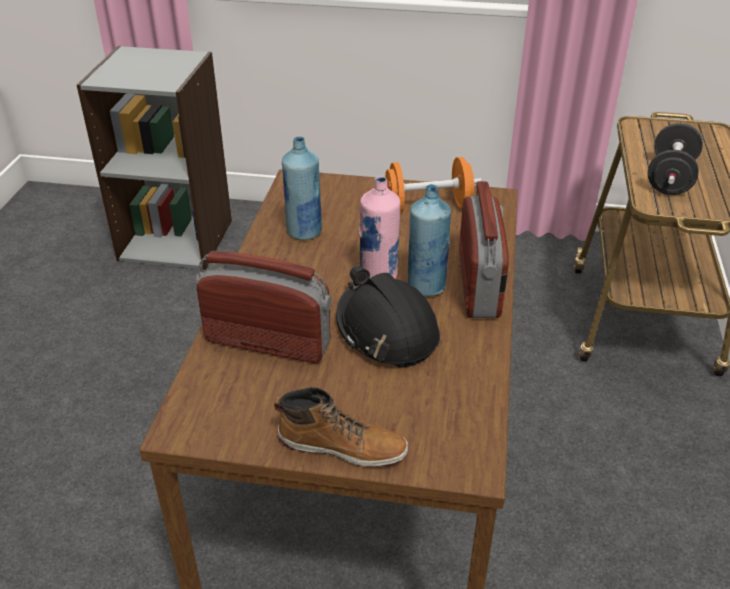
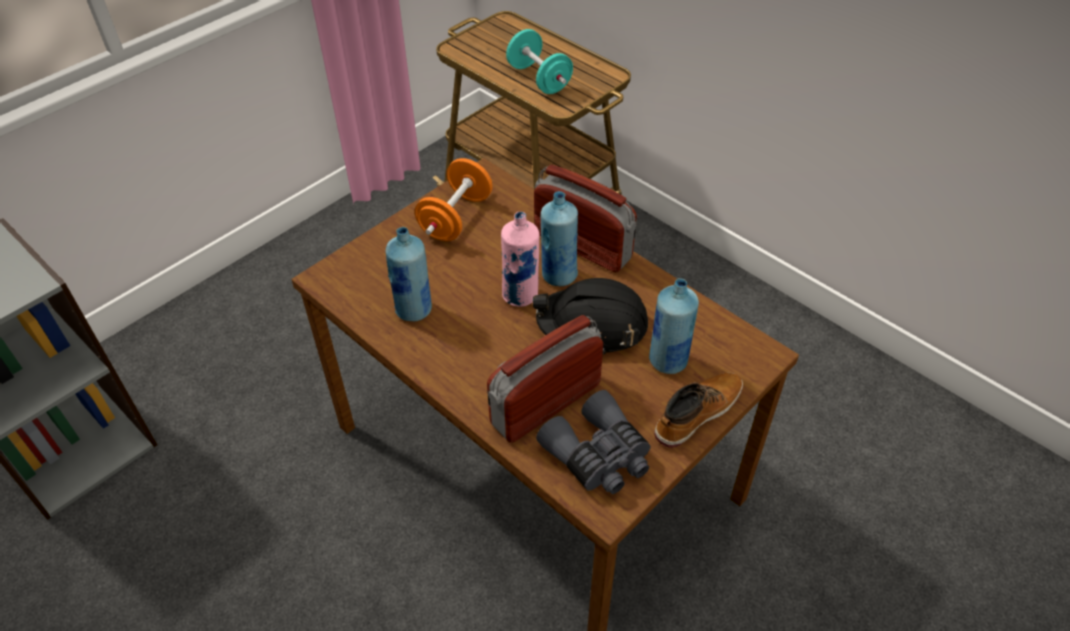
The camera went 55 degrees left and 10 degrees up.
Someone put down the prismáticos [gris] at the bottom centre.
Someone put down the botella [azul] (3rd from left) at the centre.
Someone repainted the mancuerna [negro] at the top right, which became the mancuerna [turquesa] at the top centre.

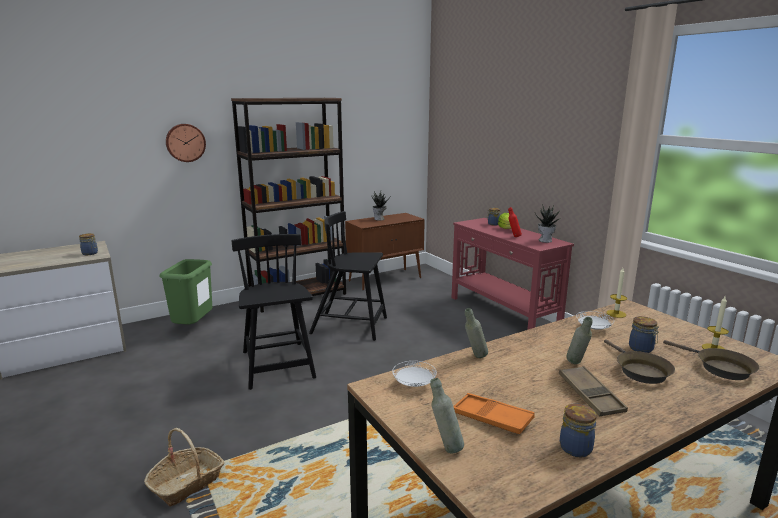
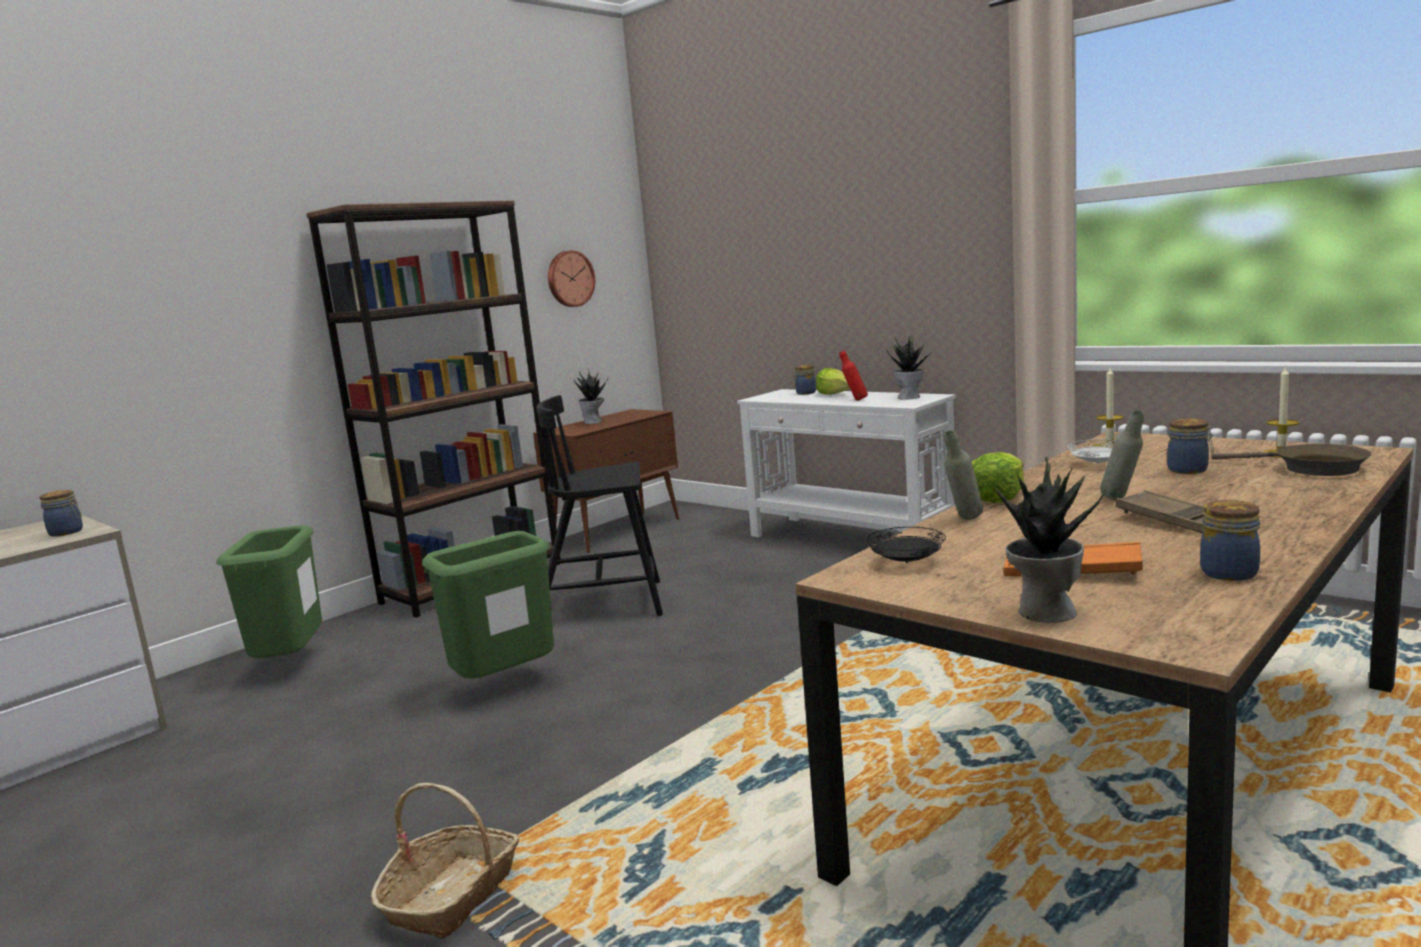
The camera went 15 degrees left and 5 degrees down.
Someone took away the sartén [marrón] (1st from left) at the bottom right.
Someone put down the lechuga (2nd from left) at the middle right.
Someone carried the reloj de pared from the top left to the top centre.
Someone swapped the silla [negro] (1st from left) at the centre for the papelera [verde] (2nd from left) at the centre.
Someone swapped the botella [gris] (1st from left) at the bottom centre for the planta en maceta (3rd from left) at the middle right.
Someone repainted the plato [blanco] (1st from left) at the bottom centre, which became the plato [negro] at the centre.
Someone repainted the mesa consola [rojo] at the centre, which became the mesa consola [blanco] at the centre.

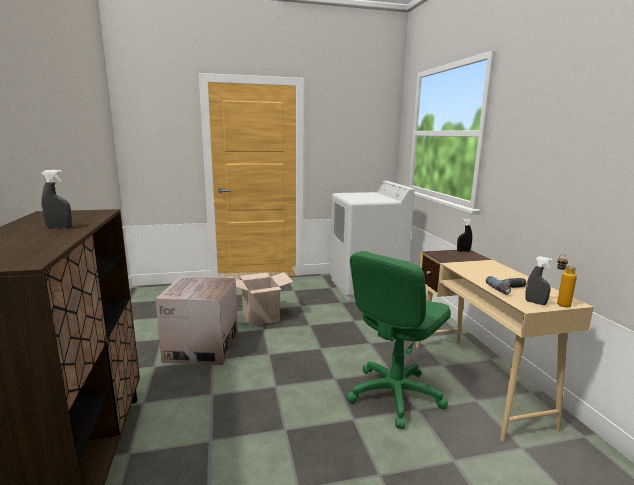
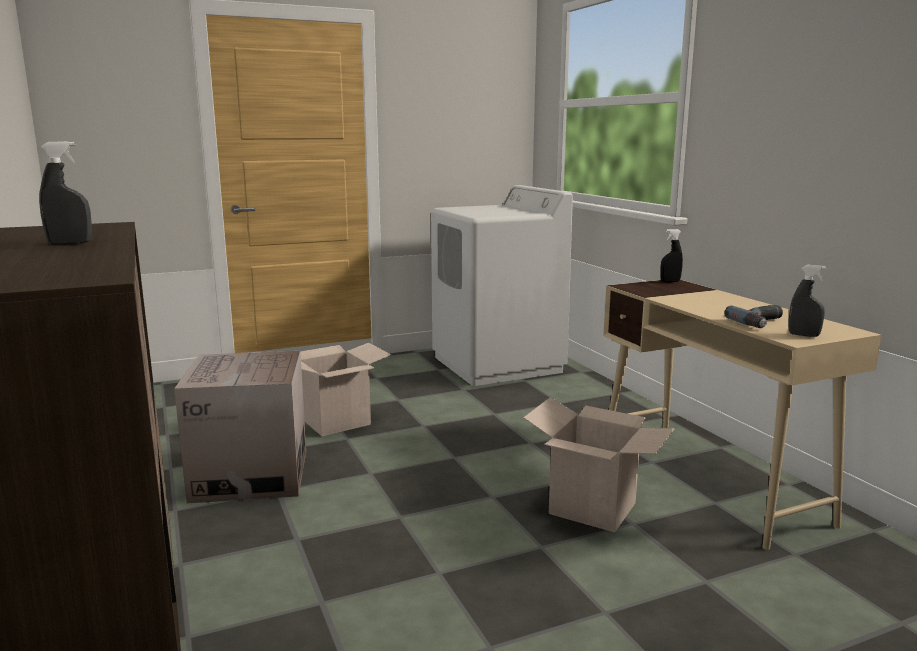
The camera went 10 degrees left and 0 degrees up.
Someone took away the botella at the middle right.
Someone swapped the silla de oficina [verde] at the bottom centre for the caja de cartón (3rd from left) at the bottom centre.

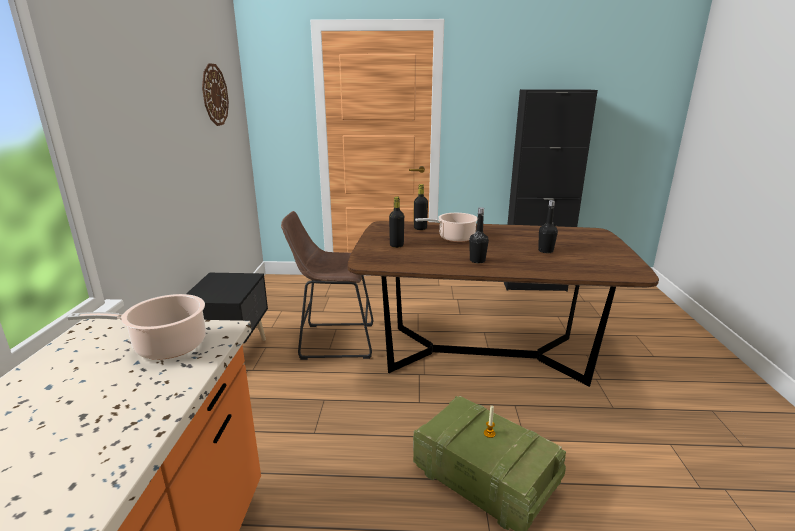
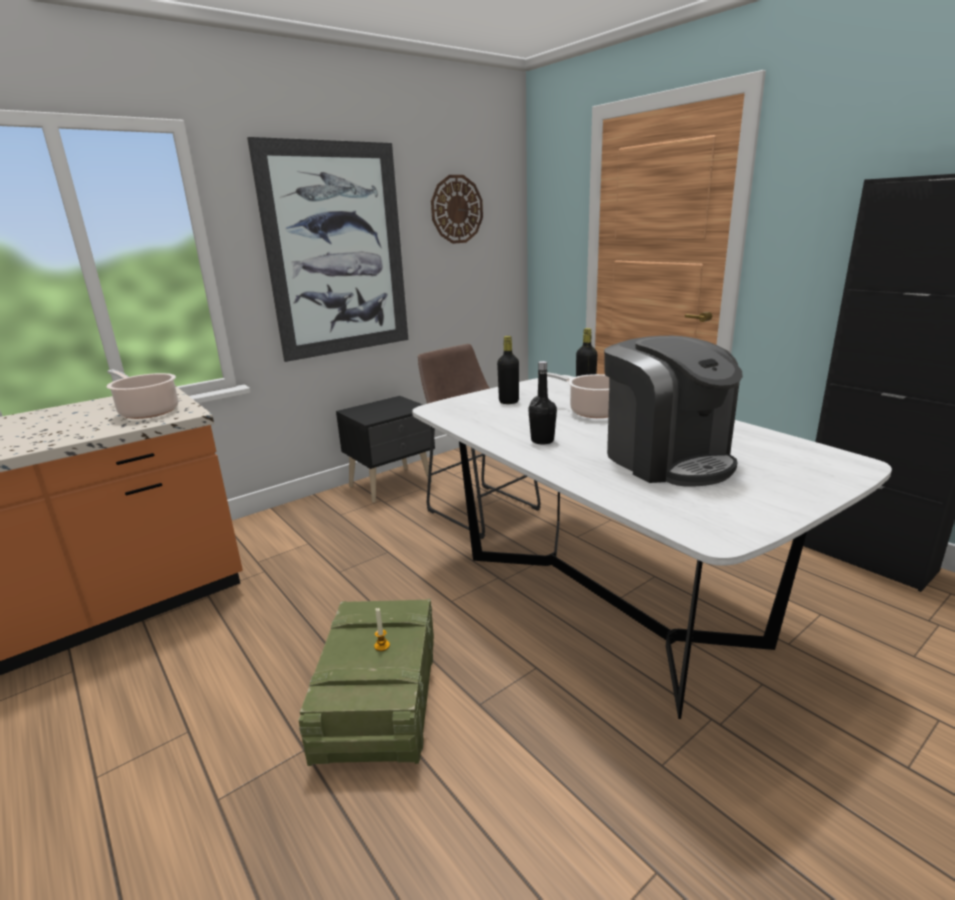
The camera went 50 degrees right and 0 degrees up.
Someone put up the cuadro at the top centre.
Someone swapped the botella [negro] (4th from left) at the middle right for the cafetera at the middle right.
Someone repainted the mesa de comedor [marrón] at the centre, which became the mesa de comedor [blanco] at the middle right.

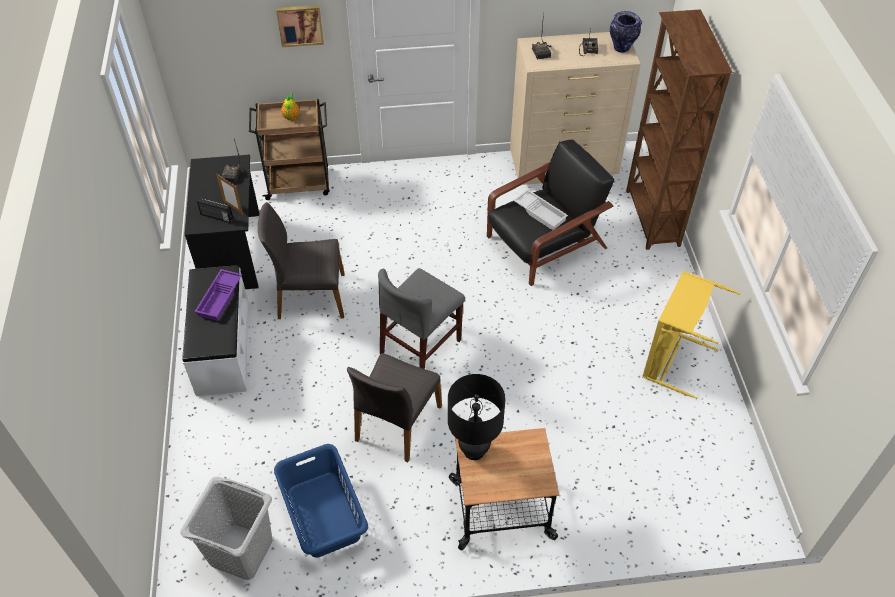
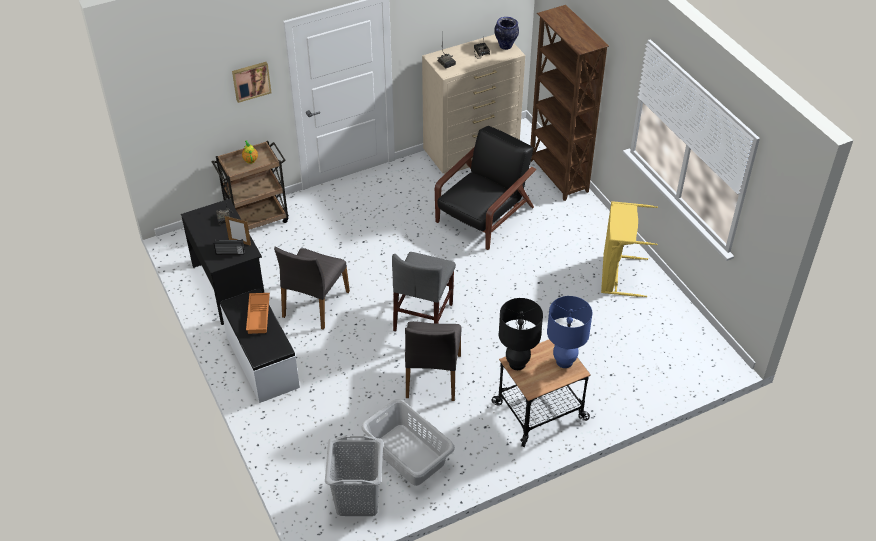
The camera went 20 degrees left and 5 degrees down.
Someone took away the bandeja [blanco] at the centre.
Someone put down the lámpara de mesa [azul] at the centre.
Someone repainted the bandeja [morado] at the middle left, which became the bandeja [naranja] at the middle left.
Someone repainted the cesto de la ropa [azul] at the bottom centre, which became the cesto de la ropa [gris] (2nd from left) at the bottom centre.
Someone rotated the silla [gris] (1st from left) at the centre by 45 degrees counterclockwise.

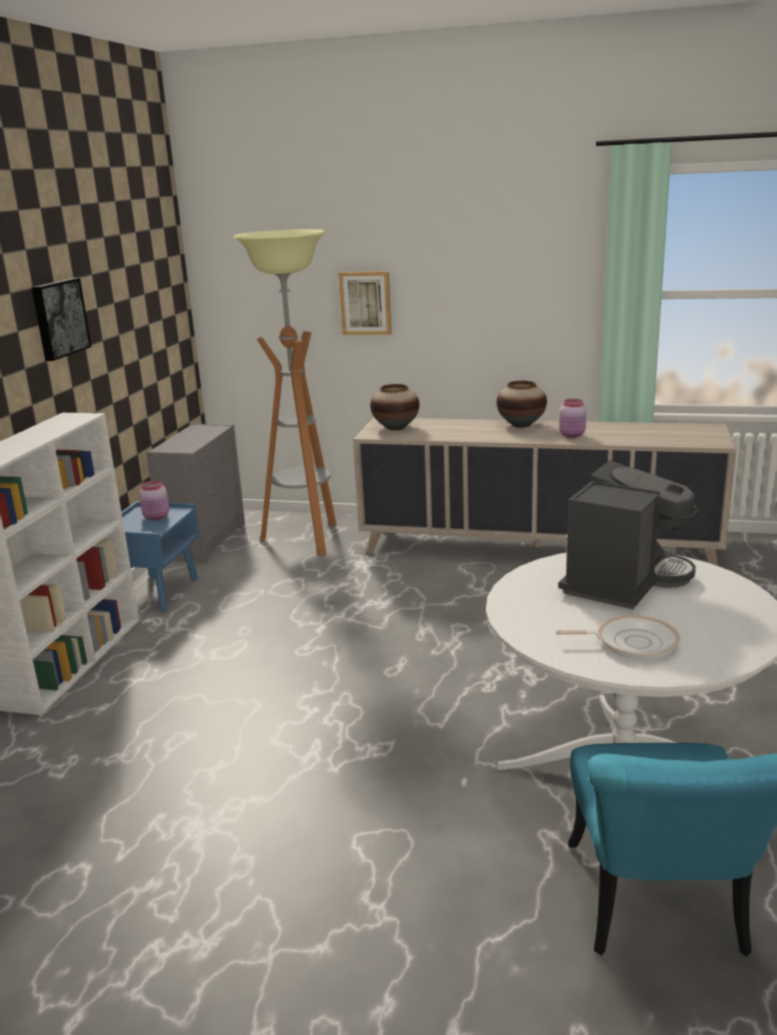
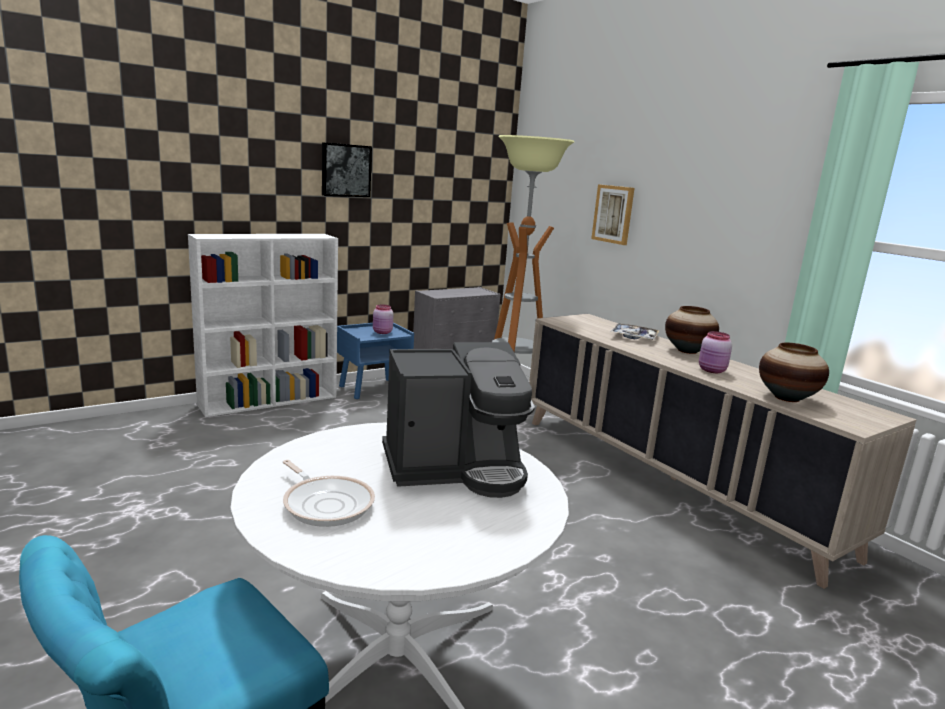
The camera went 40 degrees right and 5 degrees down.
Someone put down the bandeja at the middle right.
Someone carried the florero (1st from left in the first image) from the centre to the middle right.

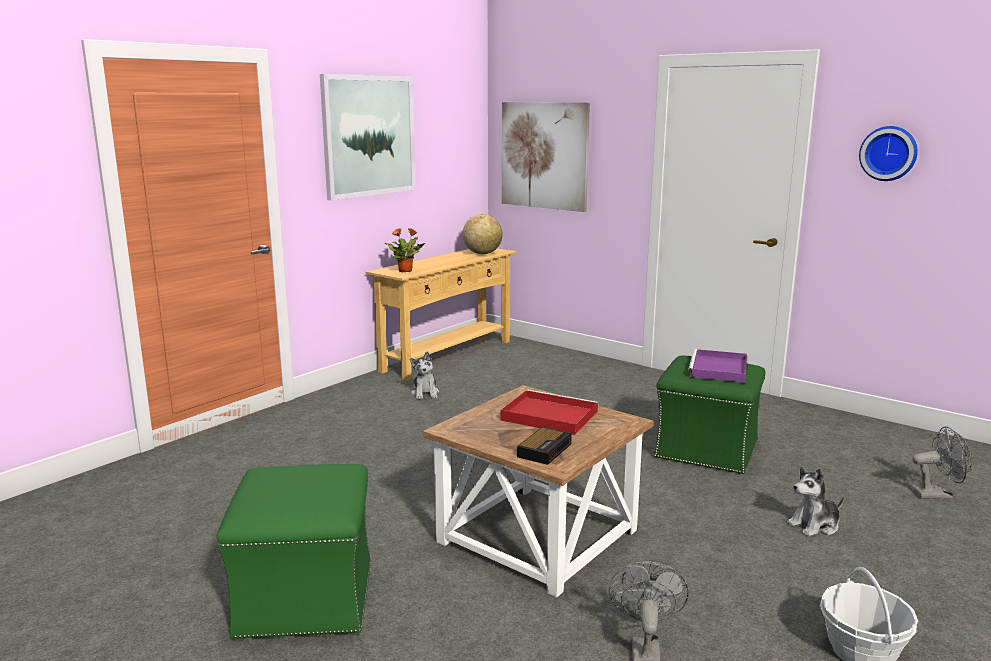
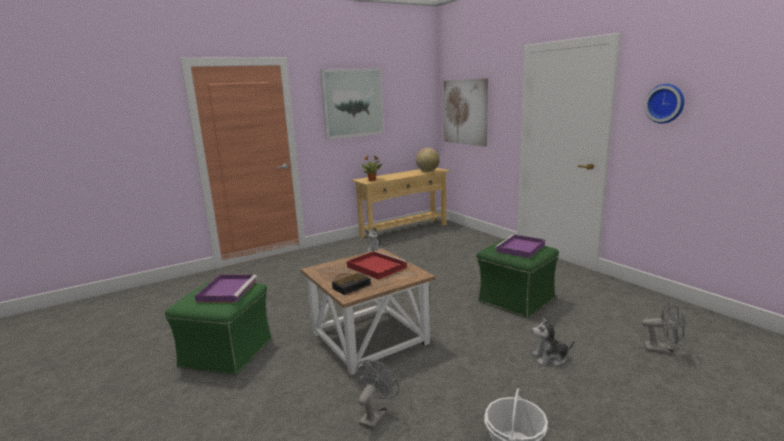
The camera went 20 degrees right and 0 degrees up.
Someone put down the bandeja [morado] (1st from left) at the middle left.

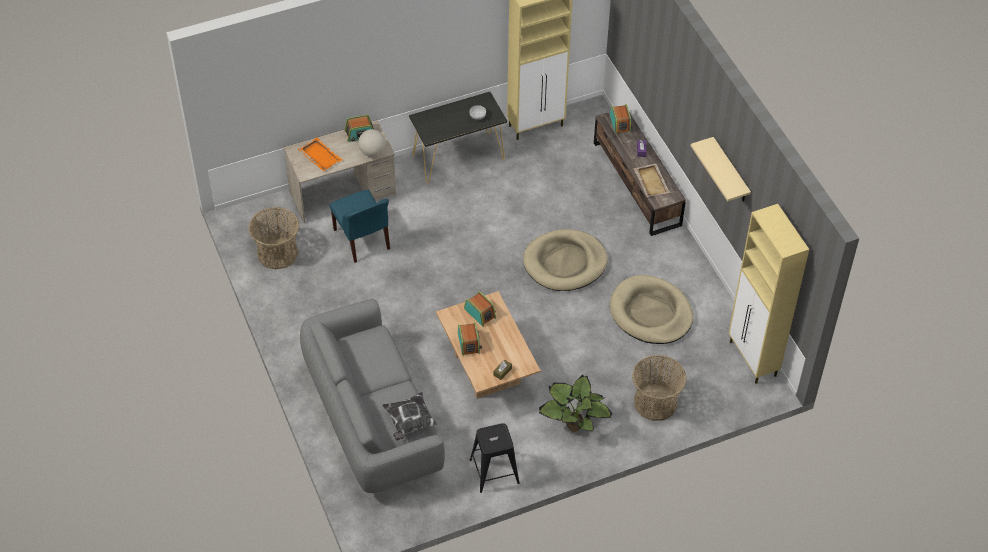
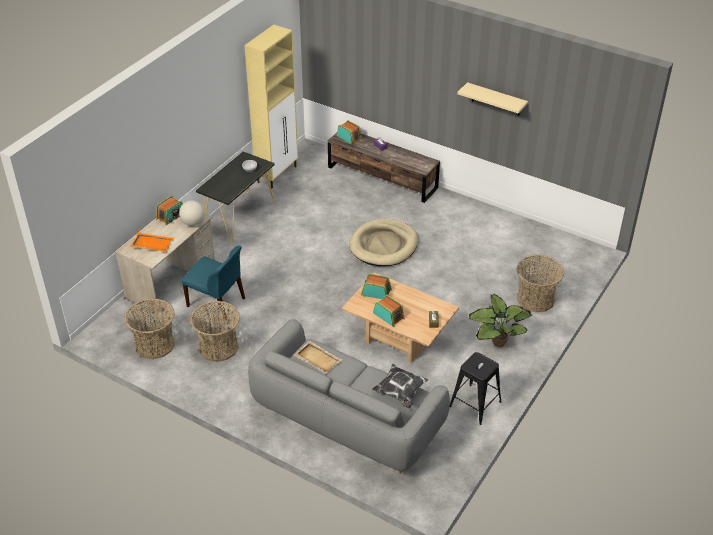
The camera went 35 degrees left and 10 degrees down.
Someone took away the cama para perro [beis] (2nd from left) at the centre.
Someone took away the armario [beis] (2nd from left) at the middle right.
Someone put down the cesta (2nd from left) at the middle left.
Someone carried the bandeja [beis] from the top centre to the bottom centre.

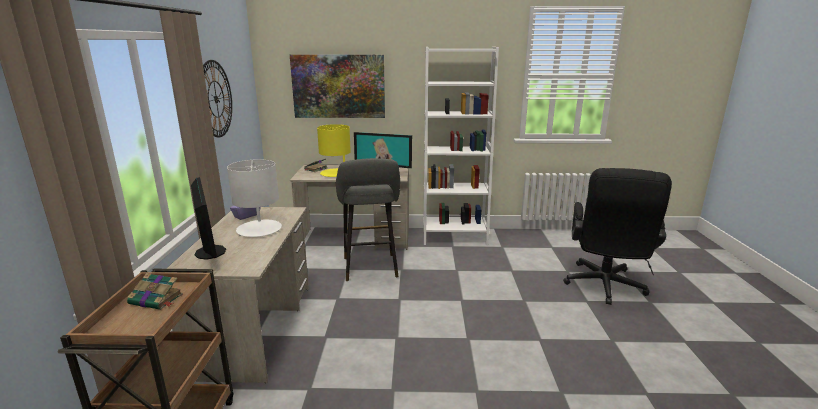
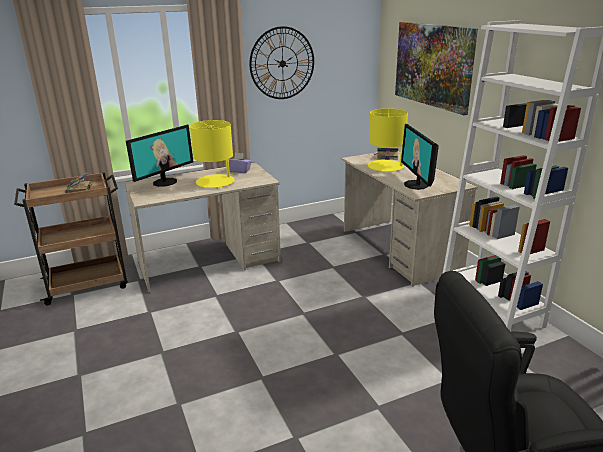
The camera went 65 degrees right and 5 degrees up.
Someone took away the taburete [gris] at the centre.
Someone repainted the lámpara de mesa [blanco] at the middle left, which became the lámpara de mesa [amarillo] (1st from left) at the centre.

